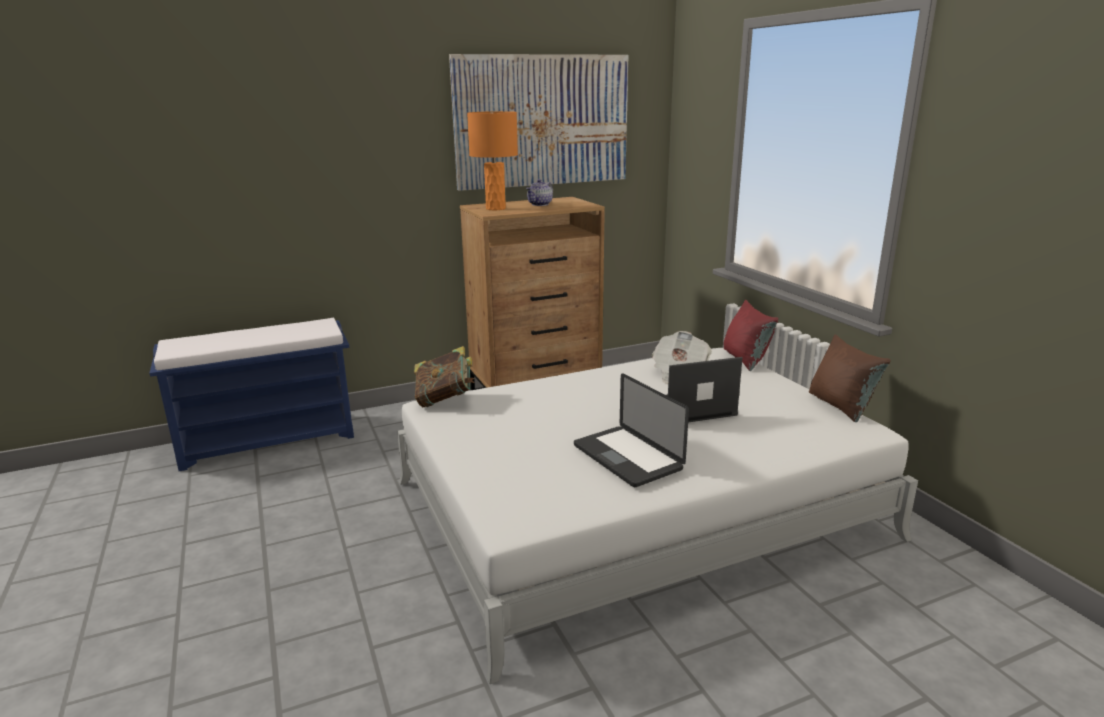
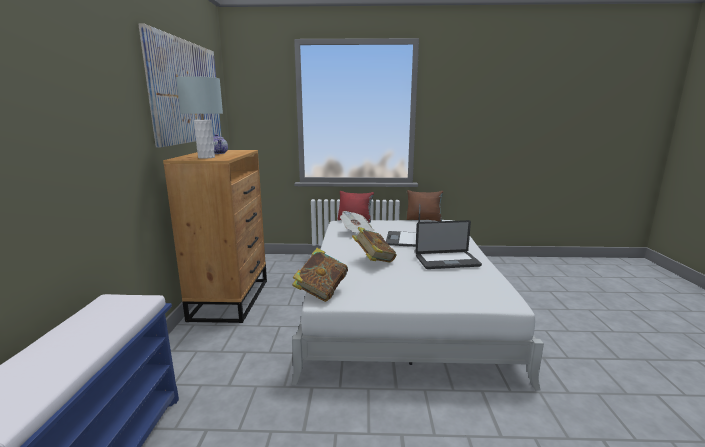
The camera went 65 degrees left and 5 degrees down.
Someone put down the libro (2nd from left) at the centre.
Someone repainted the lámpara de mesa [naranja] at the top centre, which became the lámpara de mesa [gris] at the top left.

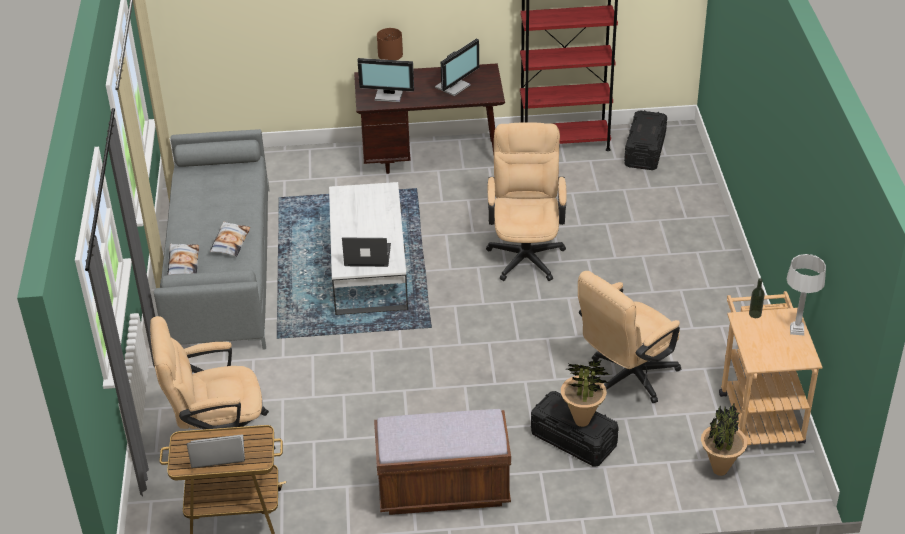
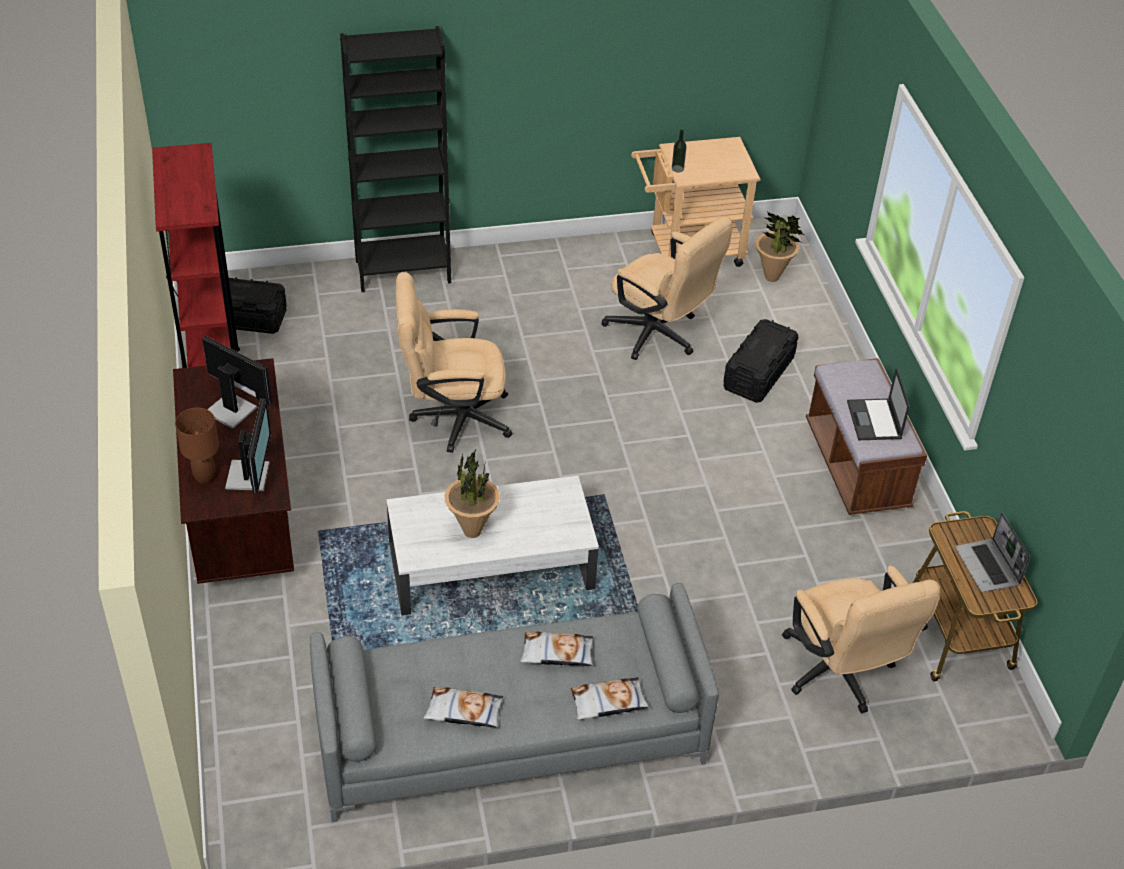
The camera went 100 degrees left and 5 degrees up.
Someone took away the lámpara de mesa [gris] at the middle right.
Someone put down the estantería [negro] at the top centre.
Someone put down the cojín (1st from left) at the bottom centre.
Someone carried the portátil (2nd from left in the first image) from the centre to the middle right.
Someone carried the planta en maceta (1st from left) from the bottom centre to the centre.

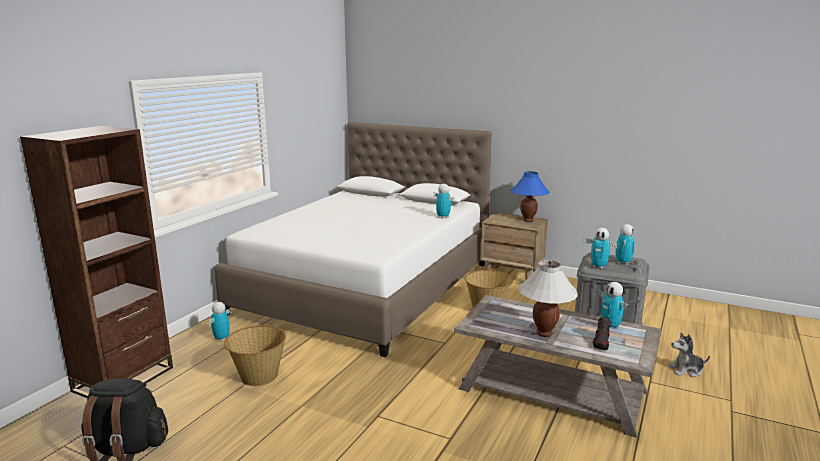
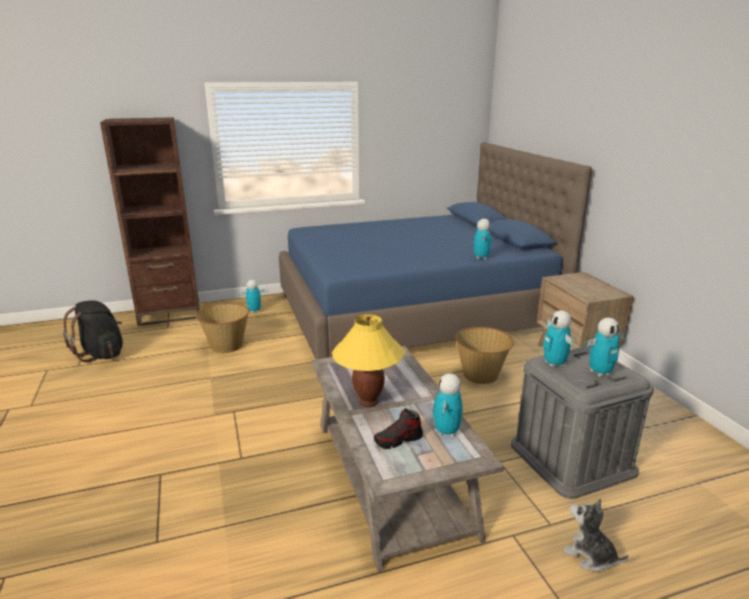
The camera went 45 degrees right and 5 degrees up.
Someone took away the lámpara de mesa [azul] at the centre.
Someone repainted the cama [blanco] at the centre, which became the cama [azul] at the centre.
Someone repainted the lámpara de mesa [blanco] at the middle right, which became the lámpara de mesa [amarillo] at the centre.

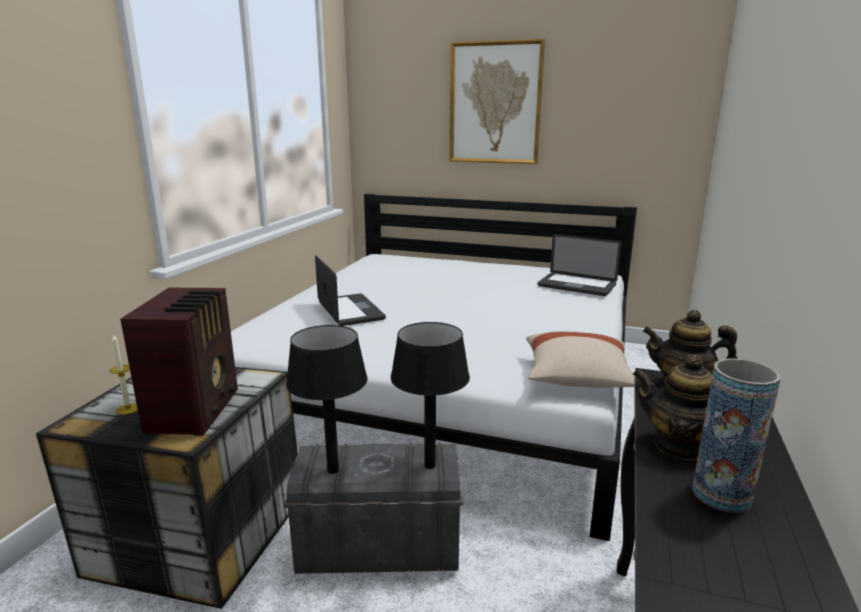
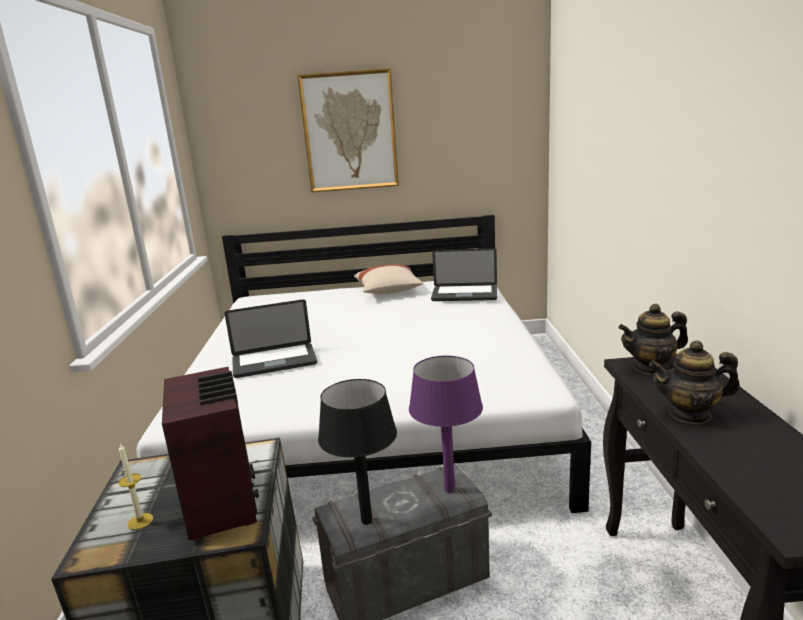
The camera went 20 degrees left and 0 degrees up.
Someone took away the florero at the bottom right.
Someone carried the cojín [beis] from the middle right to the centre.
Someone repainted the lámpara de mesa [negro] (2nd from left) at the centre, which became the lámpara de mesa [morado] at the bottom centre.
Someone rotated the portátil (1st from left) at the centre by 120 degrees clockwise.

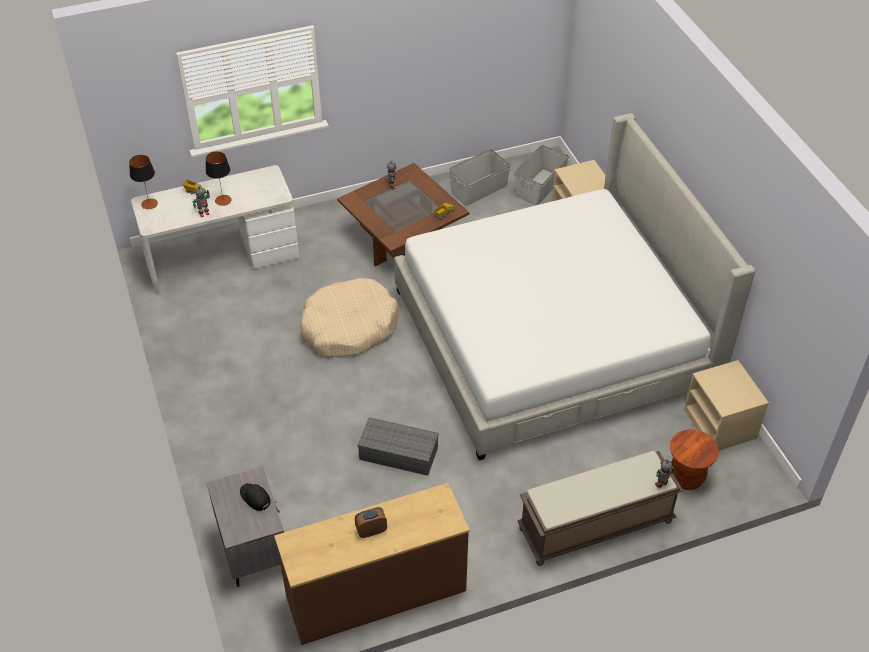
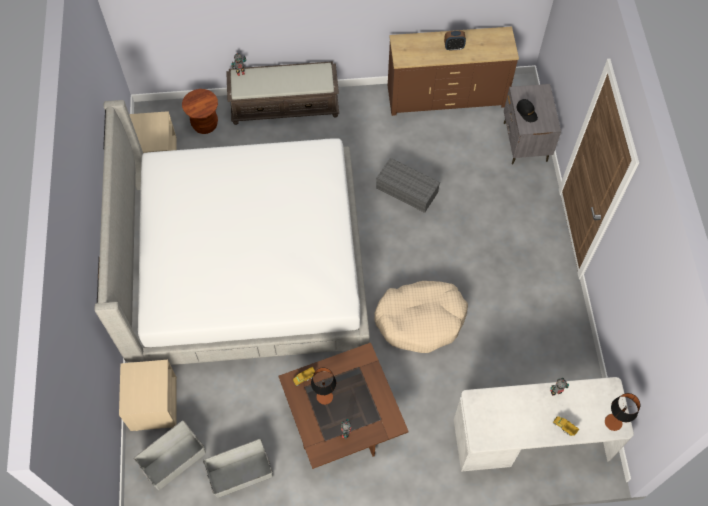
The camera went 165 degrees left and 15 degrees up.
Someone carried the lámpara de mesa (2nd from left in the first image) from the top left to the bottom centre.

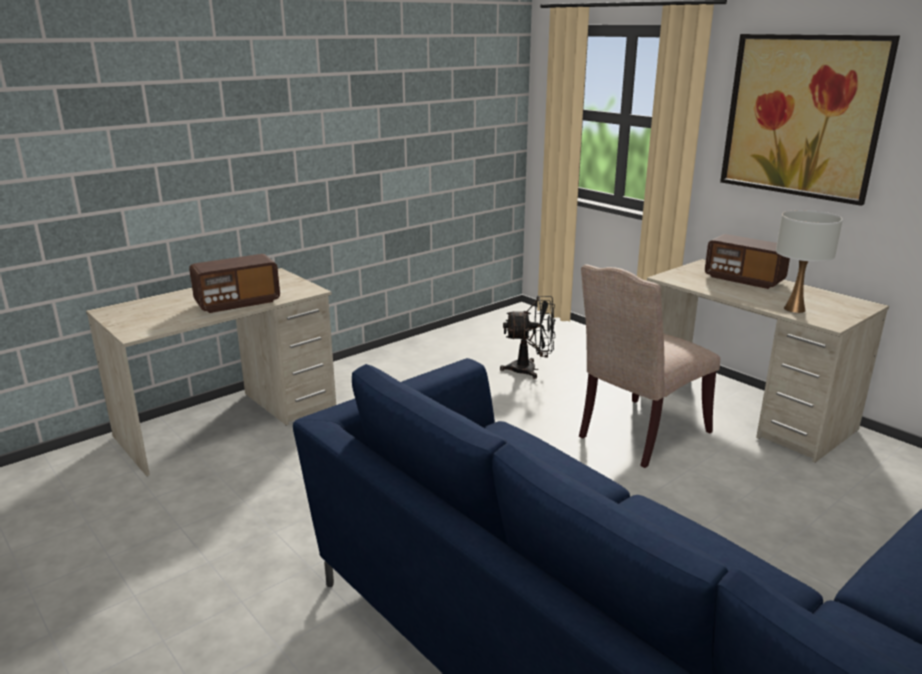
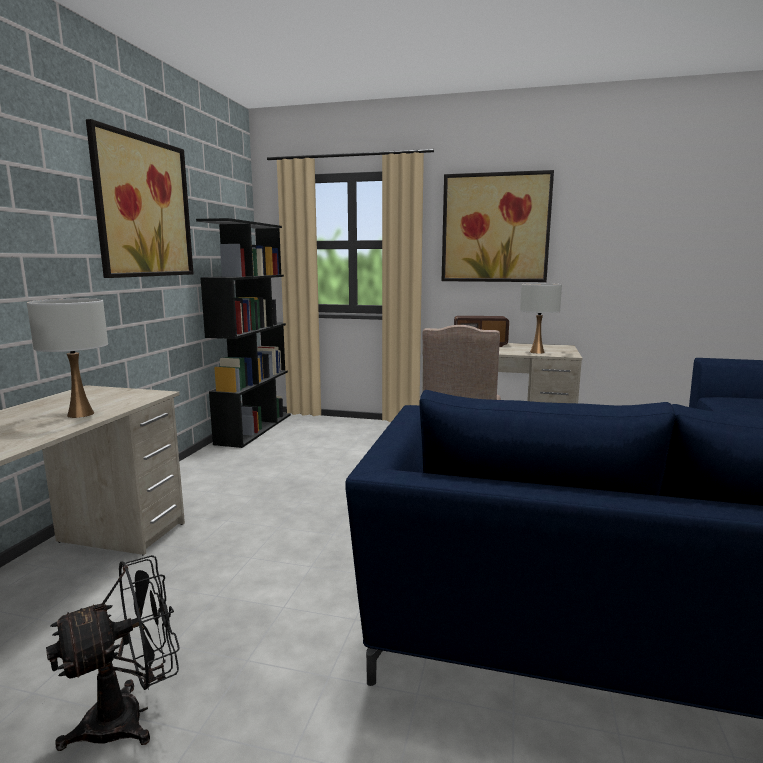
The camera went 35 degrees left and 10 degrees down.
Someone put up the cuadro (1st from left) at the top left.
Someone put down the estantería [negro] at the middle left.
Someone carried the ventilador [negro] from the centre to the bottom left.
Someone swapped the radio (1st from left) at the middle left for the lámpara de mesa [blanco] (1st from left) at the middle left.

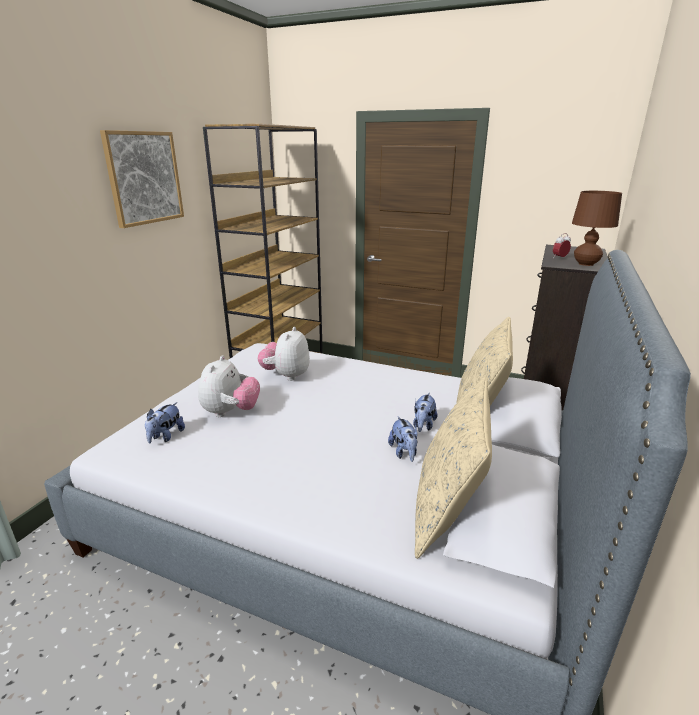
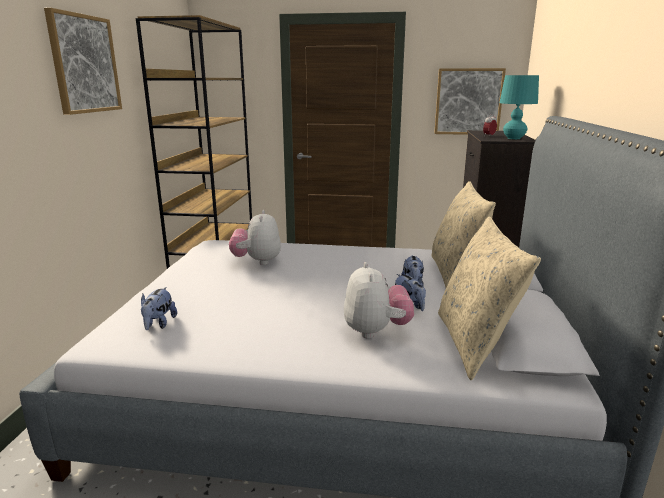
The camera went 15 degrees left and 5 degrees down.
Someone put up the cuadro (2nd from left) at the top right.
Someone carried the peluche (2nd from left in the first image) from the middle left to the centre.
Someone repainted the lámpara de mesa [marrón] at the top right, which became the lámpara de mesa [turquesa] at the top right.

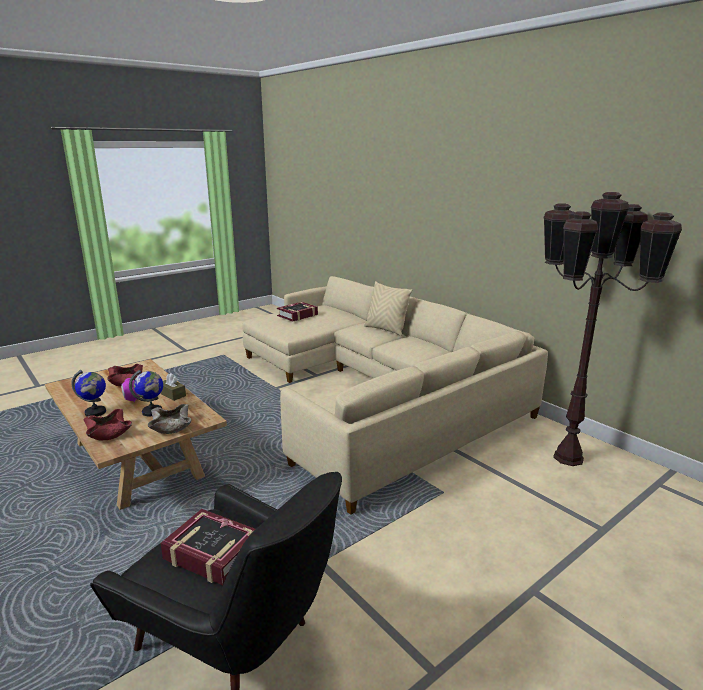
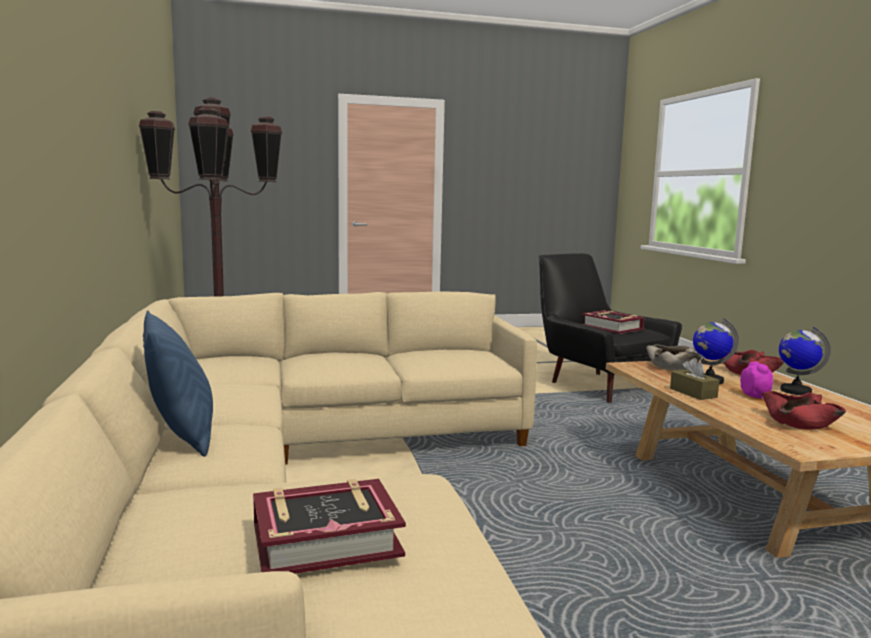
The camera went 155 degrees left and 10 degrees down.
Someone repainted the cojín [beis] at the centre, which became the cojín [azul] at the middle left.

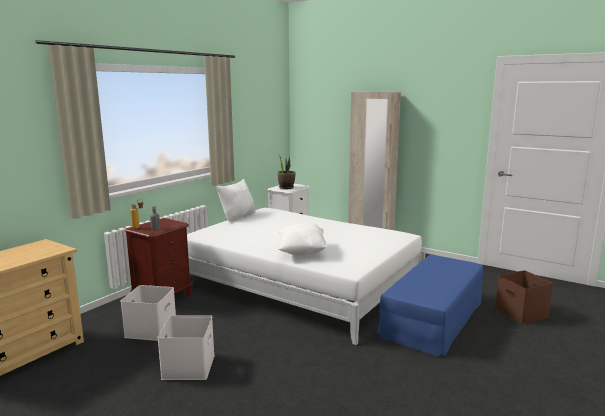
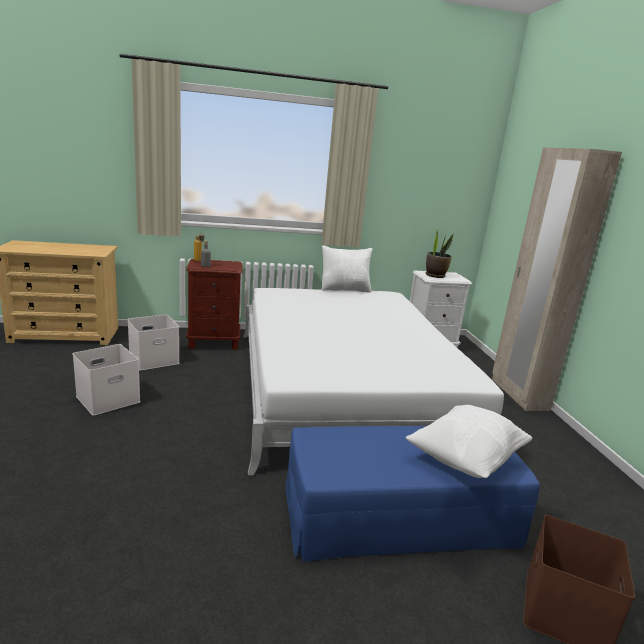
The camera went 45 degrees right and 5 degrees up.
Someone carried the cojín [blanco] (2nd from left) from the centre to the bottom right.

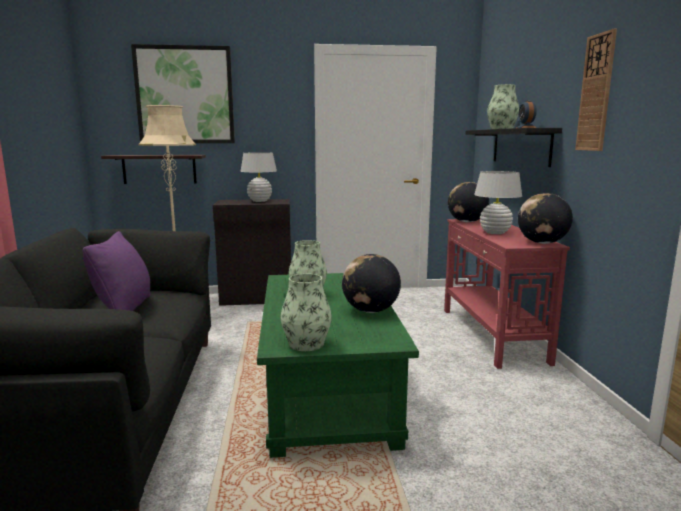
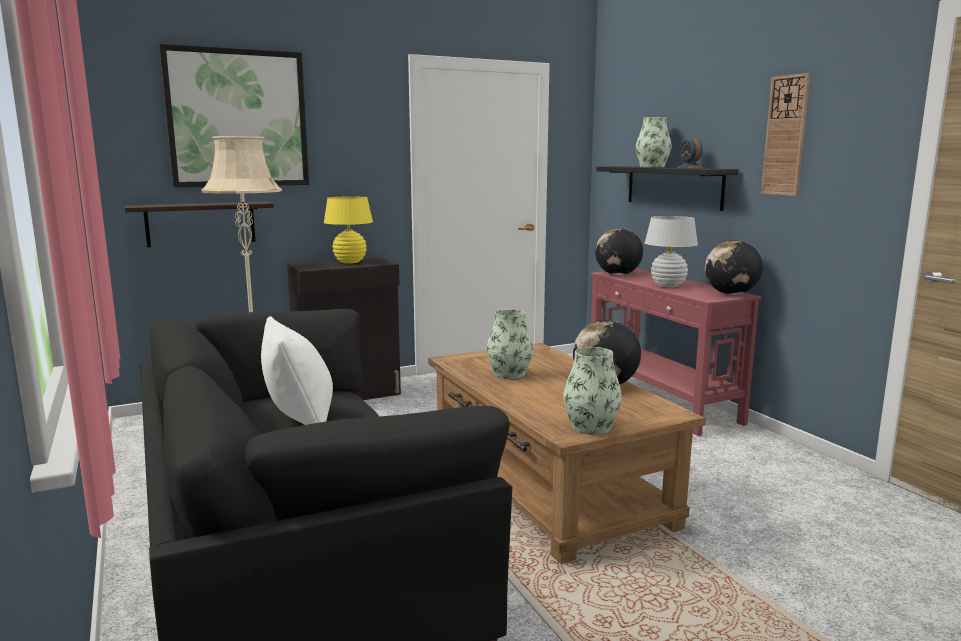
The camera went 20 degrees left and 0 degrees up.
Someone repainted the cojín [morado] at the middle left, which became the cojín [blanco] at the middle left.
Someone repainted the lámpara de mesa [blanco] (1st from left) at the centre, which became the lámpara de mesa [amarillo] at the centre.
Someone repainted the mesa de centro [verde] at the bottom centre, which became the mesa de centro [marrón] at the bottom centre.

